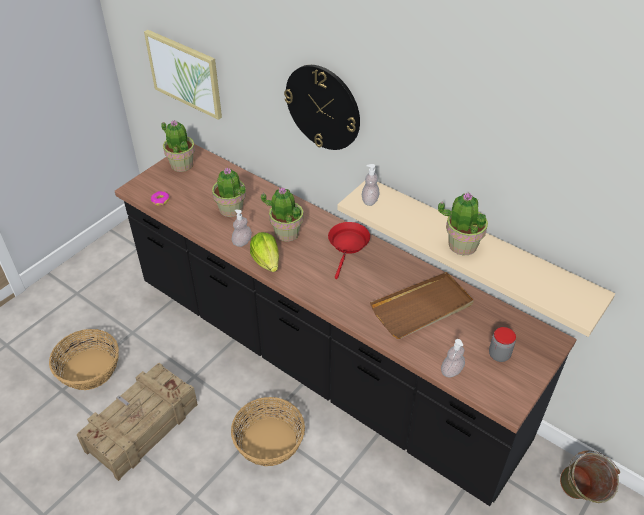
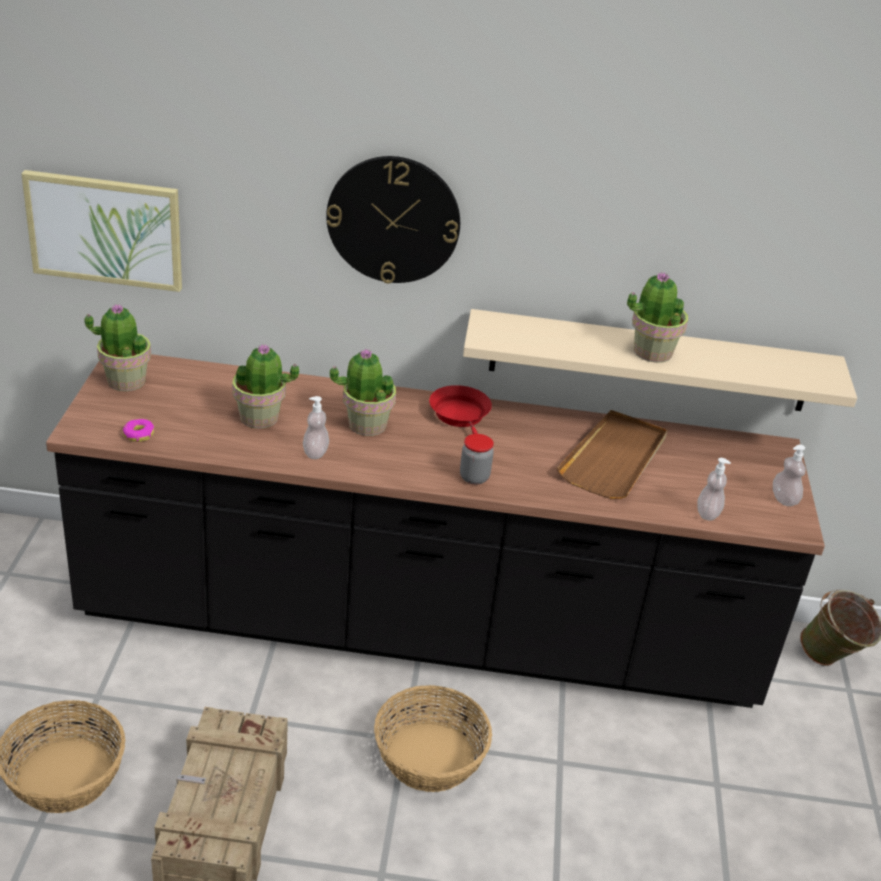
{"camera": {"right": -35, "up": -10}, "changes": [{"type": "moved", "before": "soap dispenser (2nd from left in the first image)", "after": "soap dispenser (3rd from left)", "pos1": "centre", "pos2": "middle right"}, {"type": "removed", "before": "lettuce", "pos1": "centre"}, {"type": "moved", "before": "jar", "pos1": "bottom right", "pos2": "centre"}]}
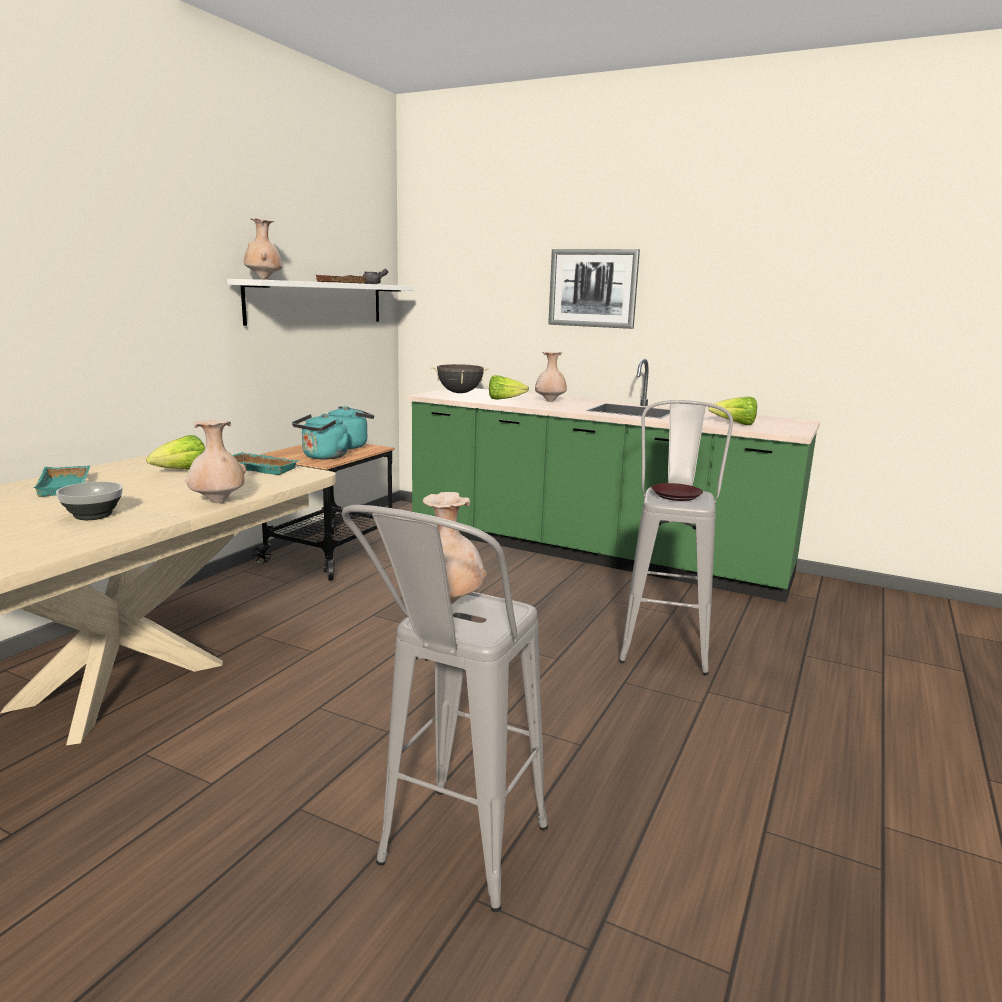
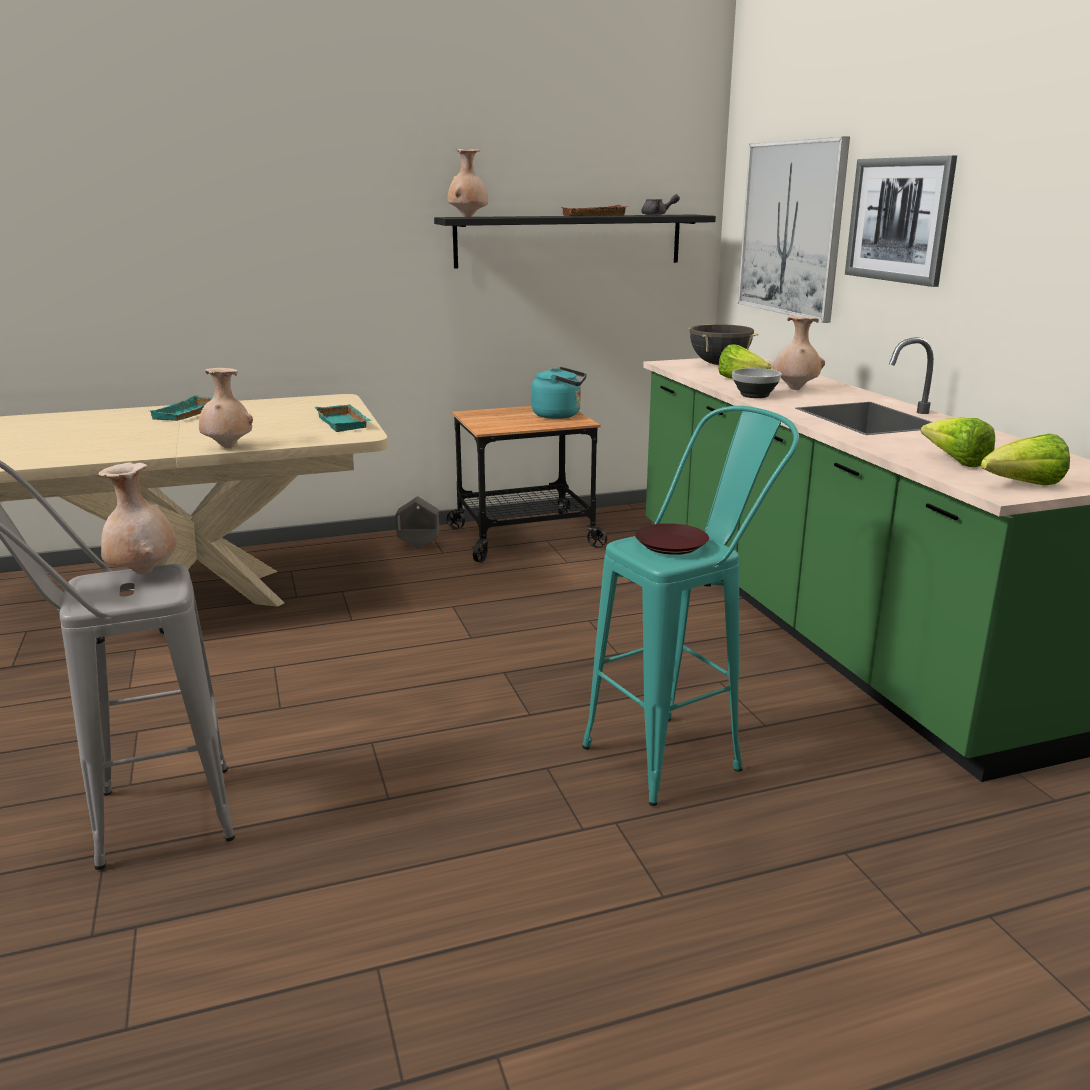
{"camera": {"right": 45, "up": 5}, "changes": [{"type": "recoloured", "before": "shelf (white)", "after": "shelf (black)", "pos1": "top left", "pos2": "top centre"}, {"type": "recoloured", "before": "stool (grey) (2nd from left)", "after": "stool (turquoise)", "pos1": "middle right", "pos2": "centre"}, {"type": "removed", "before": "kettle (turquoise) (1st from left)", "pos1": "middle left"}, {"type": "moved", "before": "lettuce (1st from left in the first image)", "after": "lettuce (3rd from left)", "pos1": "middle left", "pos2": "middle right"}, {"type": "moved", "before": "bowl", "pos1": "middle left", "pos2": "middle right"}, {"type": "added", "after": "picture (1st from left)", "pos2": "top right"}, {"type": "added", "after": "planter (grey)", "pos2": "centre"}]}
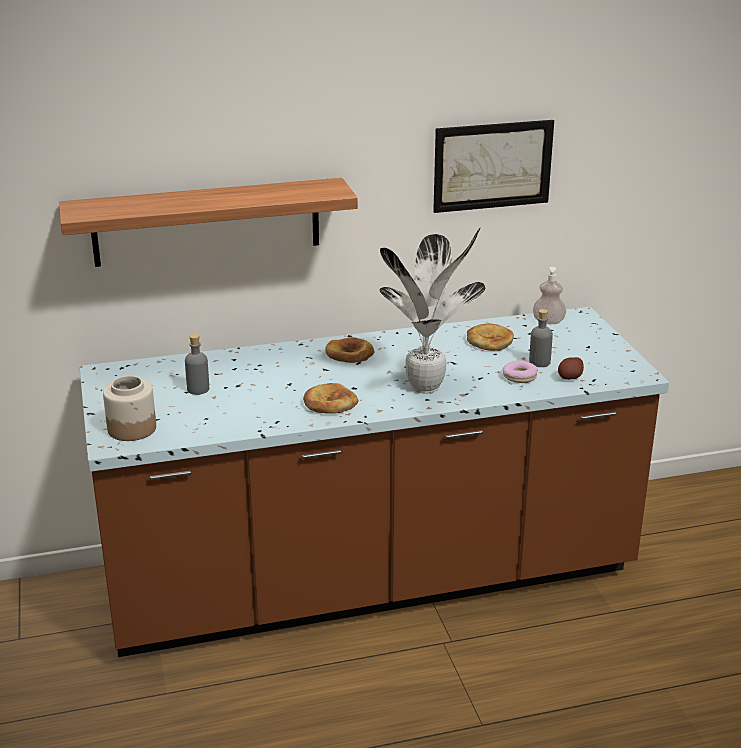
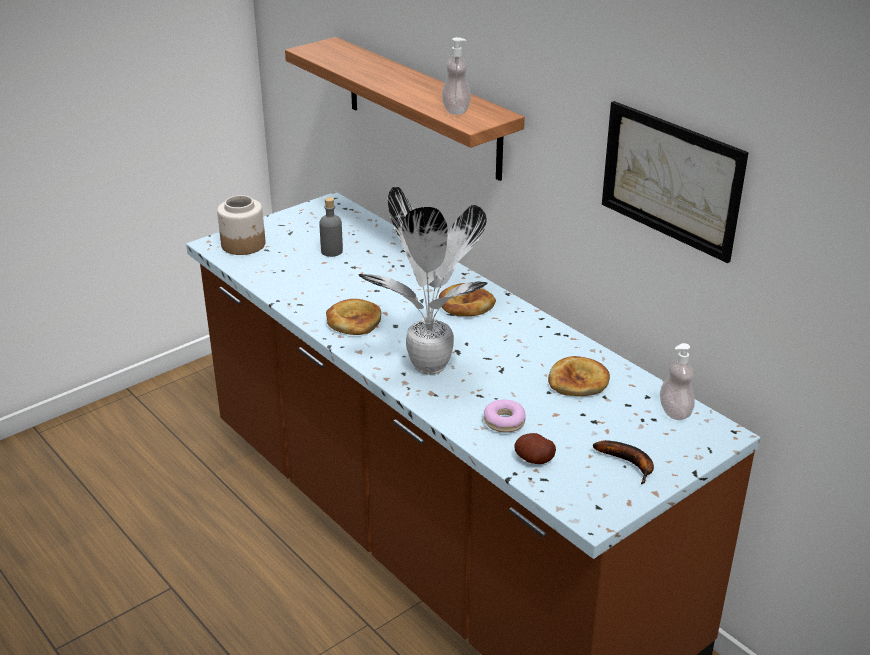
{"camera": {"right": 65, "up": 5}, "changes": [{"type": "removed", "before": "bottle (grey) (2nd from left)", "pos1": "middle right"}, {"type": "added", "after": "soap dispenser (1st from left)", "pos2": "top centre"}, {"type": "added", "after": "banana", "pos2": "bottom right"}]}
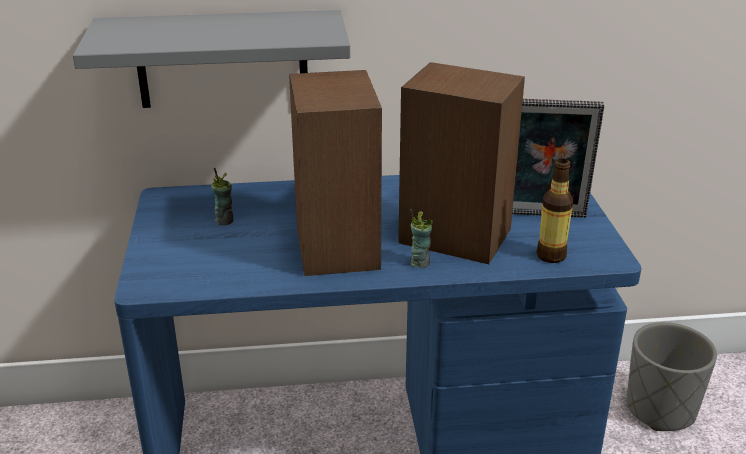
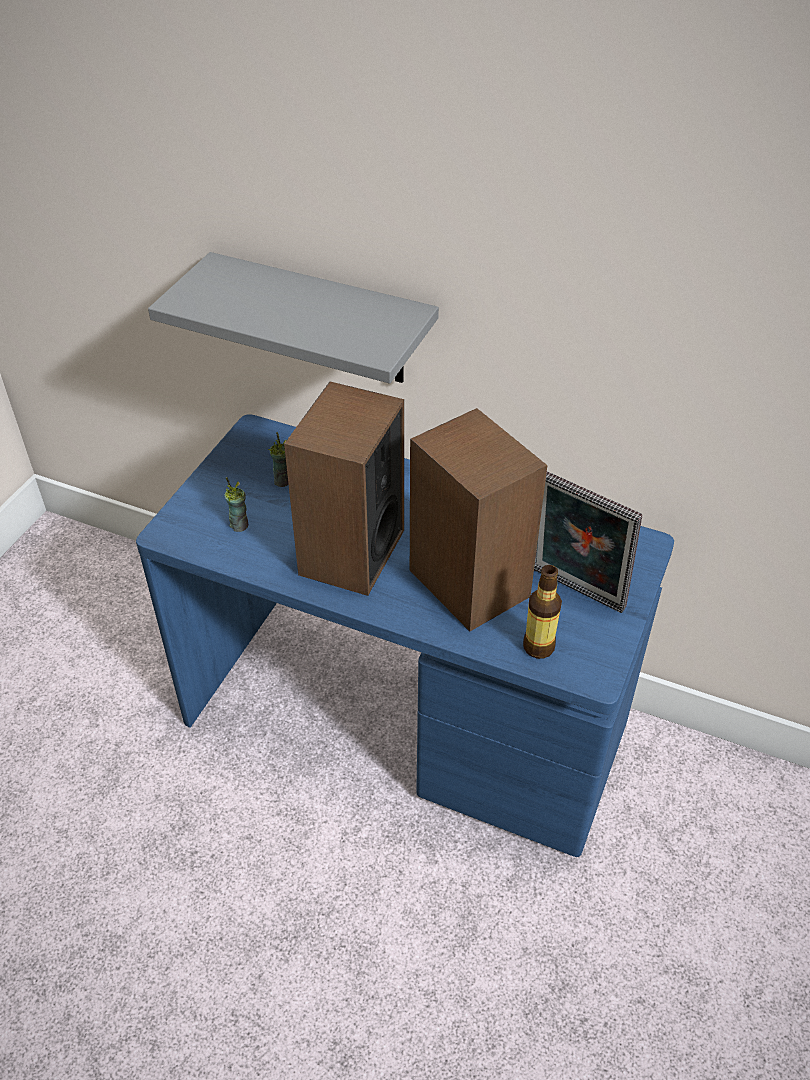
{"camera": {"right": 30, "up": 15}, "changes": [{"type": "moved", "before": "cup (2nd from left in the first image)", "after": "cup (1st from left)", "pos1": "centre", "pos2": "middle left"}, {"type": "removed", "before": "planter (grey)", "pos1": "bottom right"}]}
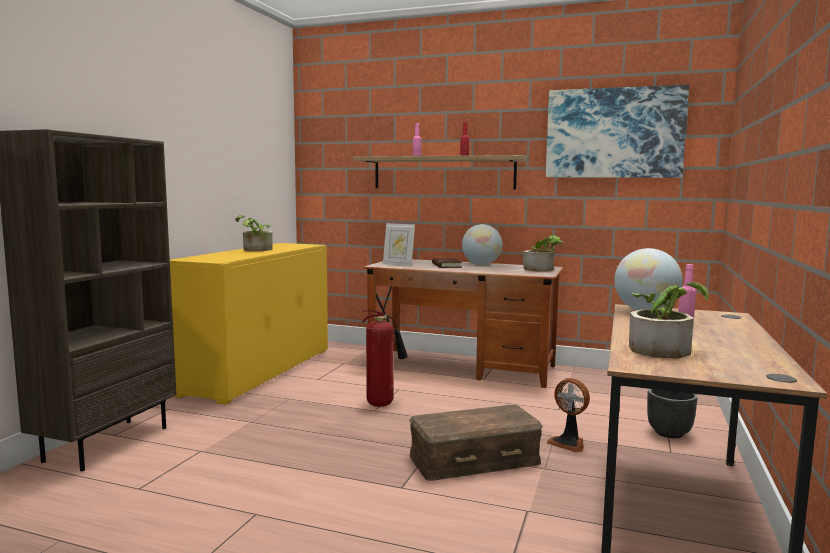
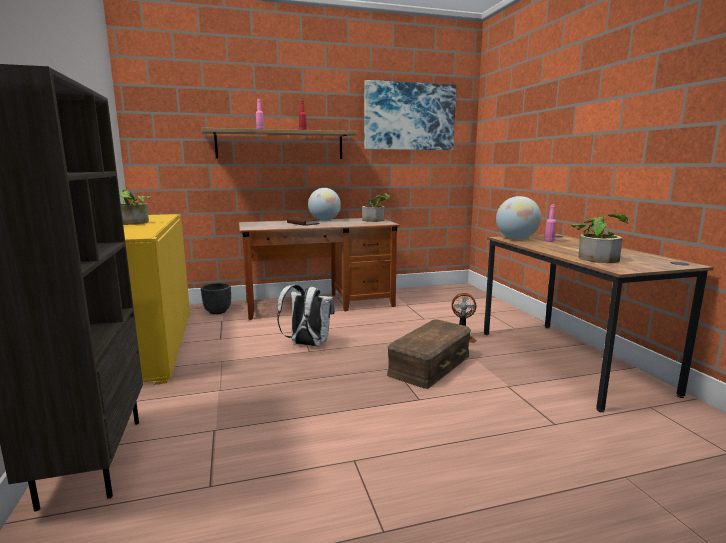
{"camera": {"right": -35, "up": 5}, "changes": [{"type": "removed", "before": "picture frame", "pos1": "centre"}, {"type": "replaced", "before": "fire extinguisher", "after": "backpack (white)", "pos1": "centre", "pos2": "centre"}, {"type": "moved", "before": "planter (black)", "pos1": "bottom right", "pos2": "middle left"}]}
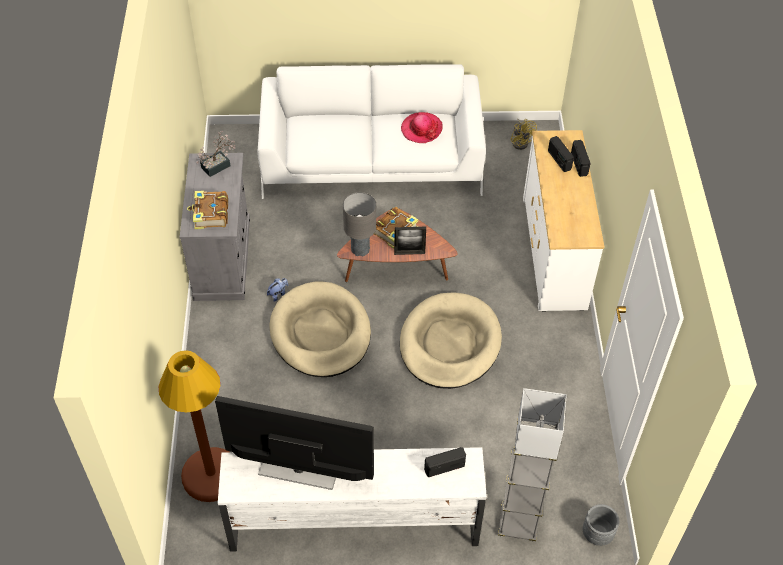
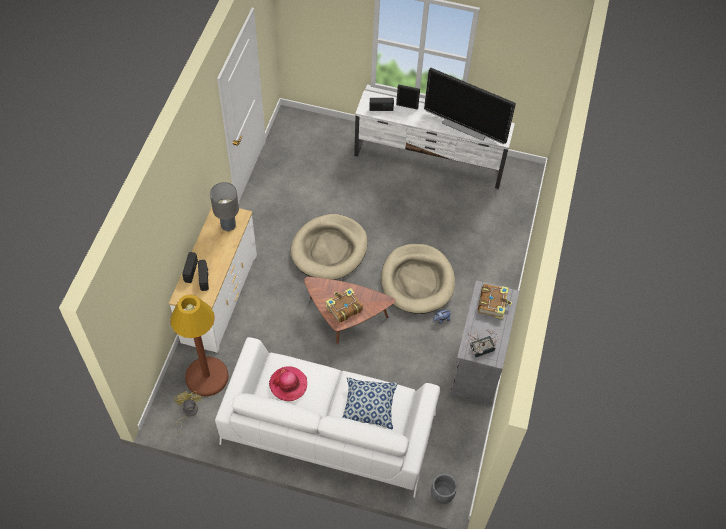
{"camera": {"right": -165, "up": 5}, "changes": [{"type": "moved", "before": "table lamp (grey)", "pos1": "centre", "pos2": "middle left"}, {"type": "moved", "before": "picture frame", "pos1": "centre", "pos2": "top centre"}, {"type": "moved", "before": "floor lamp (brown)", "pos1": "bottom left", "pos2": "middle left"}, {"type": "removed", "before": "floor lamp (grey)", "pos1": "bottom right"}, {"type": "moved", "before": "planter (grey)", "pos1": "bottom right", "pos2": "bottom centre"}, {"type": "added", "after": "pillow", "pos2": "bottom centre"}]}
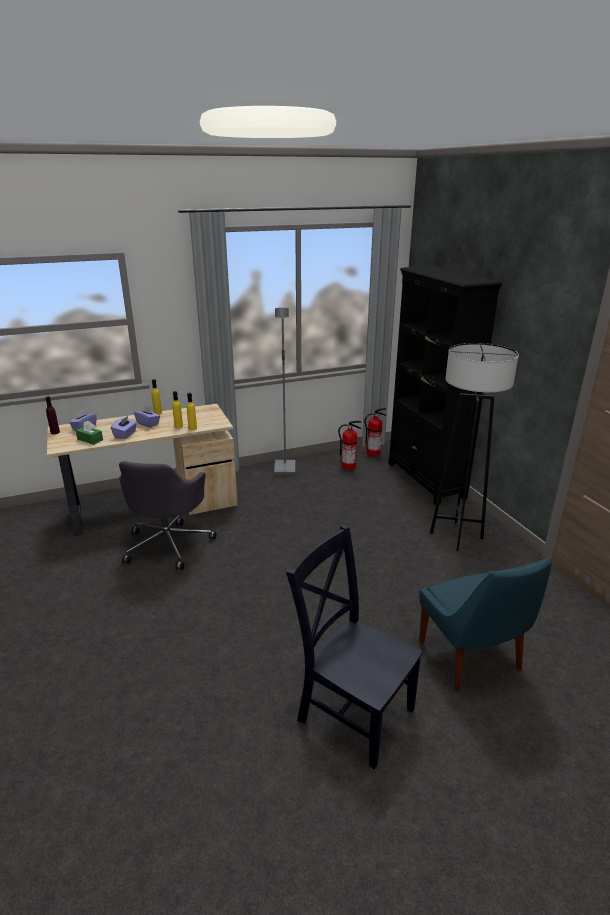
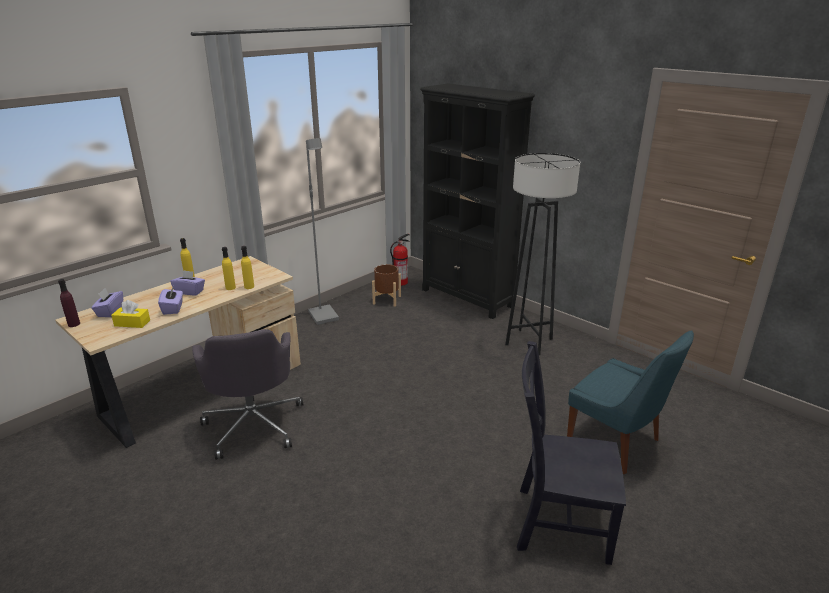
{"camera": {"right": -25, "up": 0}, "changes": [{"type": "recoloured", "before": "tissue box (green)", "after": "tissue box (yellow)", "pos1": "middle left", "pos2": "middle left"}, {"type": "replaced", "before": "fire extinguisher (1st from left)", "after": "planter (brown)", "pos1": "centre", "pos2": "centre"}]}
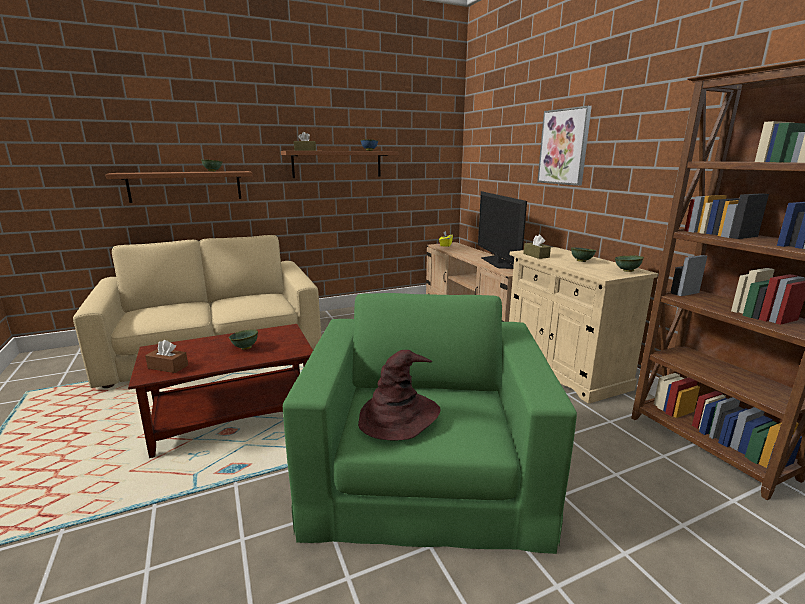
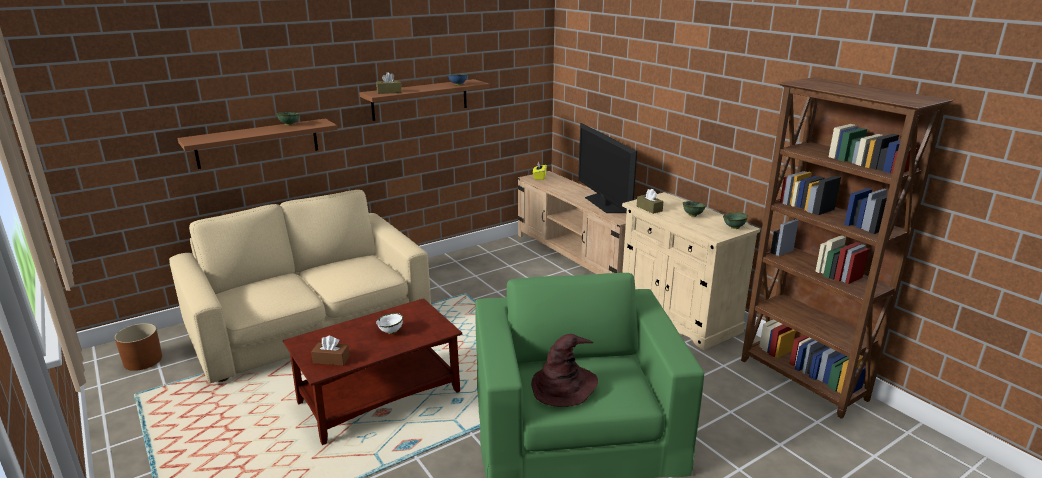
{"camera": {"right": -10, "up": 5}, "changes": [{"type": "removed", "before": "picture", "pos1": "top right"}, {"type": "recoloured", "before": "bowl (green) (2nd from left)", "after": "bowl (white)", "pos1": "middle left", "pos2": "bottom centre"}, {"type": "added", "after": "planter (brown)", "pos2": "bottom left"}]}
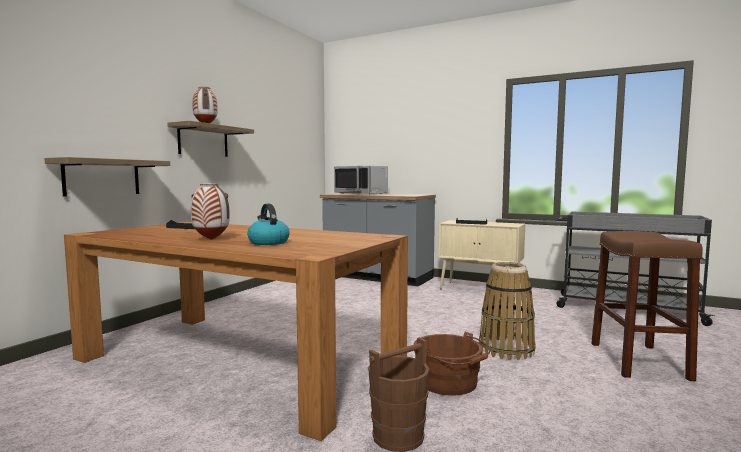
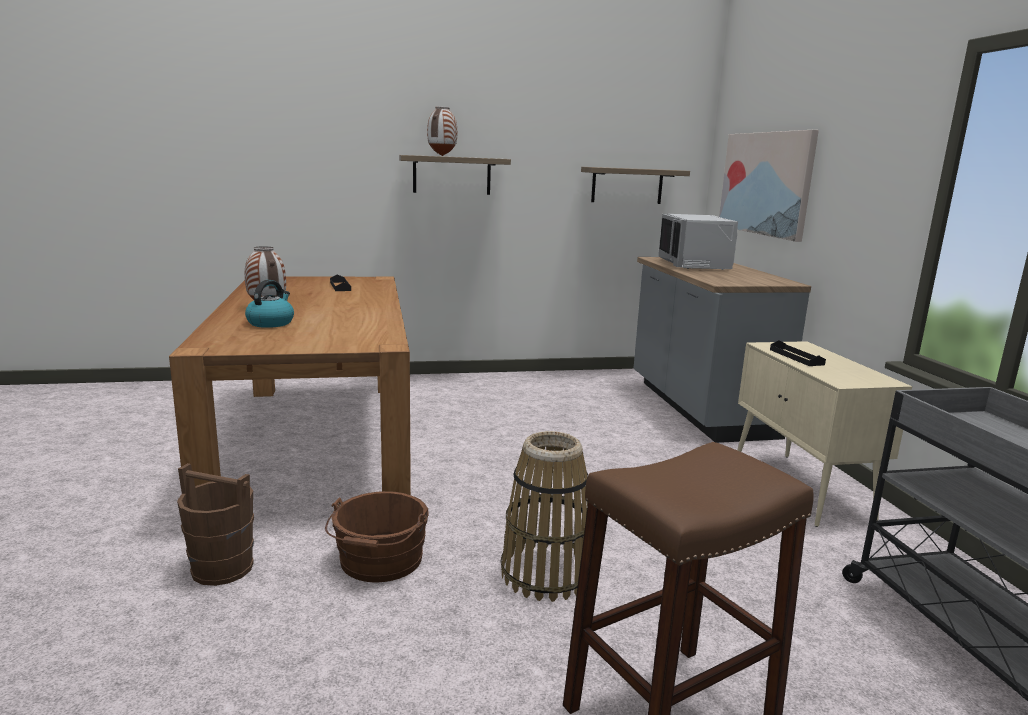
{"camera": {"right": 50, "up": 10}, "changes": [{"type": "moved", "before": "shelf (1st from left in the first image)", "after": "shelf (2nd from left)", "pos1": "middle left", "pos2": "top centre"}, {"type": "added", "after": "picture", "pos2": "top right"}]}
